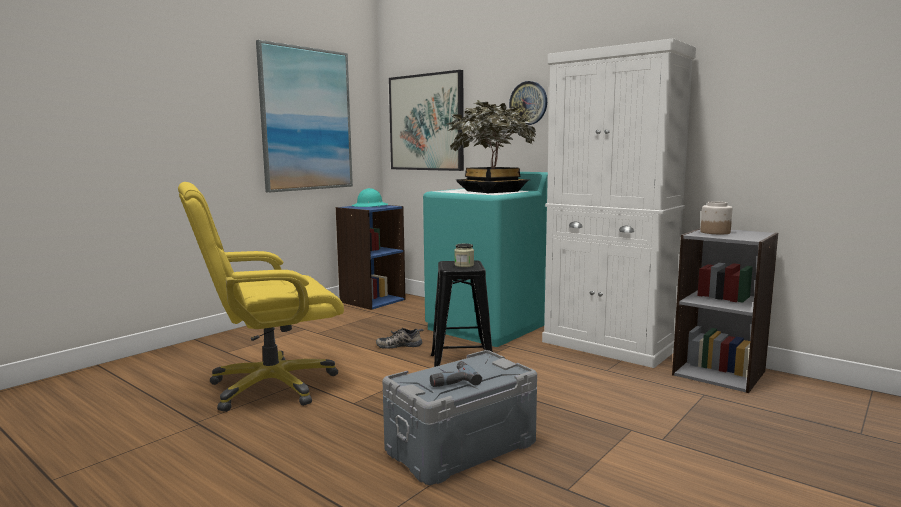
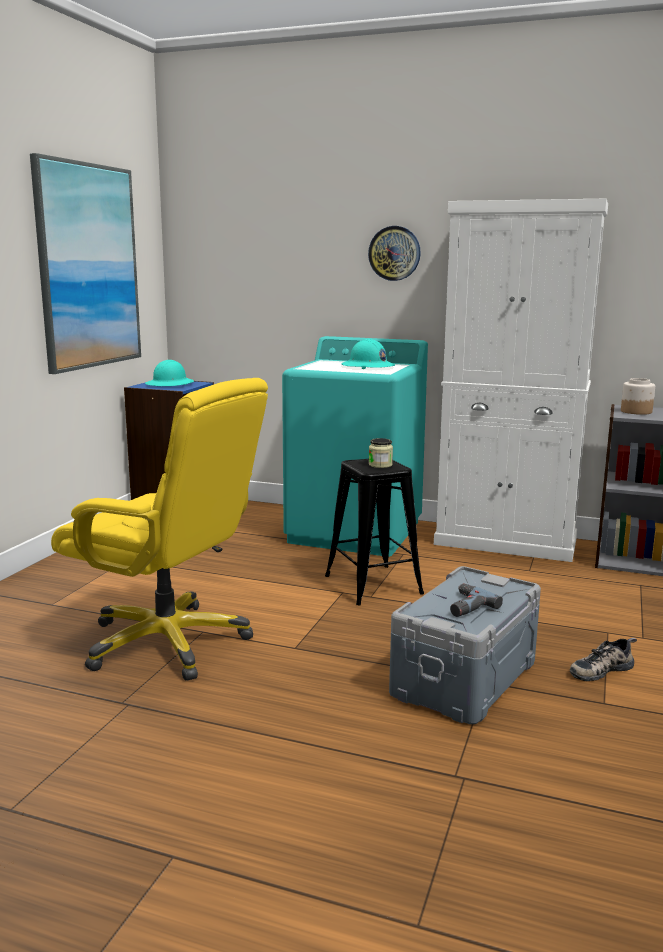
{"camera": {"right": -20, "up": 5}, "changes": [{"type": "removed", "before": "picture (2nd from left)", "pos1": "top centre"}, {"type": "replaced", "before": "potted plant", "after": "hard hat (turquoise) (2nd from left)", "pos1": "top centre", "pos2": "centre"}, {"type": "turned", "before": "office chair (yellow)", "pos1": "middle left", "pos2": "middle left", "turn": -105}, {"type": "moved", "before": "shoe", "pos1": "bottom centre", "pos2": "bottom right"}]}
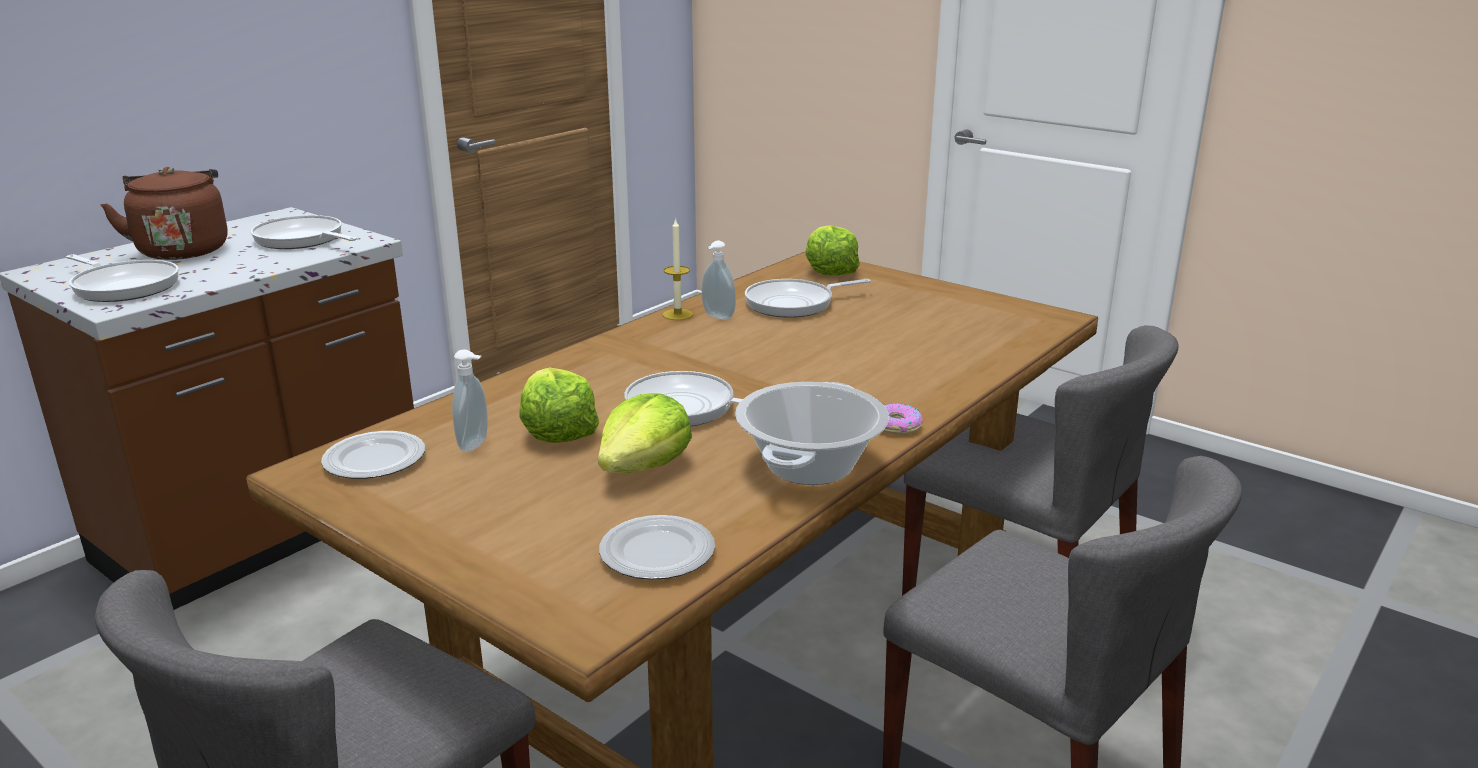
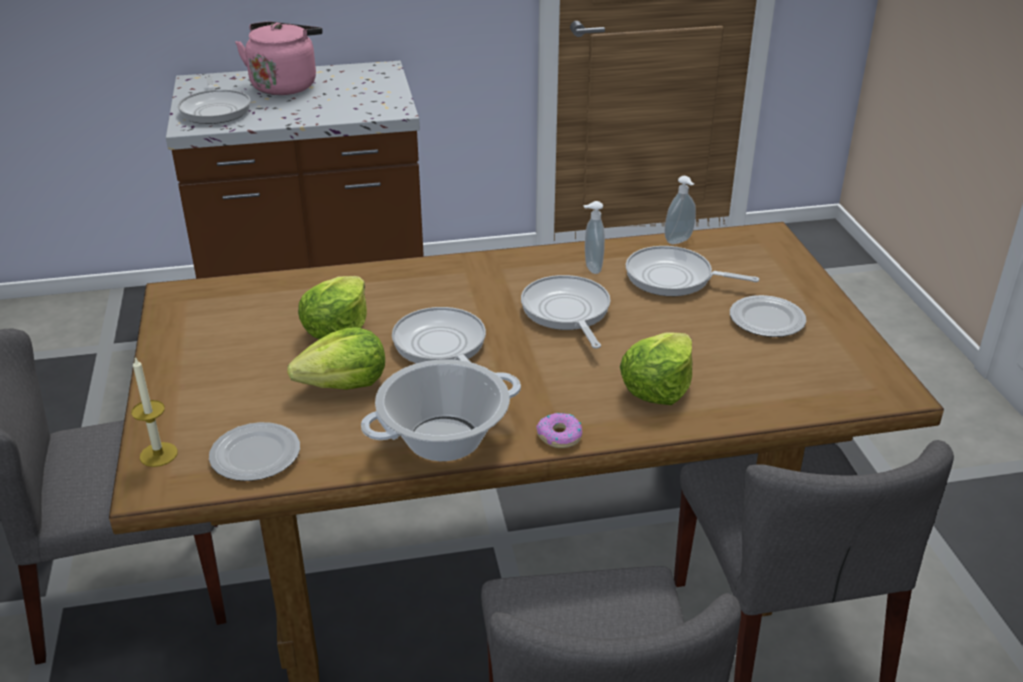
{"camera": {"right": 40, "up": 10}, "changes": [{"type": "recoloured", "before": "kettle (brown)", "after": "kettle (pink)", "pos1": "top left", "pos2": "top left"}, {"type": "moved", "before": "frying pan (2nd from left in the first image)", "after": "frying pan (3rd from left)", "pos1": "top left", "pos2": "centre"}, {"type": "moved", "before": "candle", "pos1": "centre", "pos2": "middle left"}, {"type": "moved", "before": "lettuce (3rd from left)", "pos1": "top centre", "pos2": "centre"}, {"type": "moved", "before": "soap dispenser (1st from left in the first image)", "after": "soap dispenser (2nd from left)", "pos1": "middle left", "pos2": "top centre"}, {"type": "moved", "before": "plate (1st from left in the first image)", "after": "plate (2nd from left)", "pos1": "middle left", "pos2": "middle right"}]}
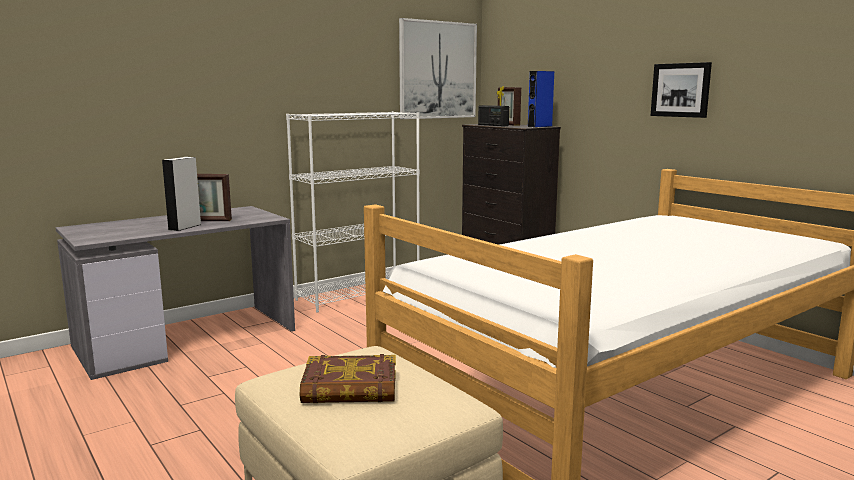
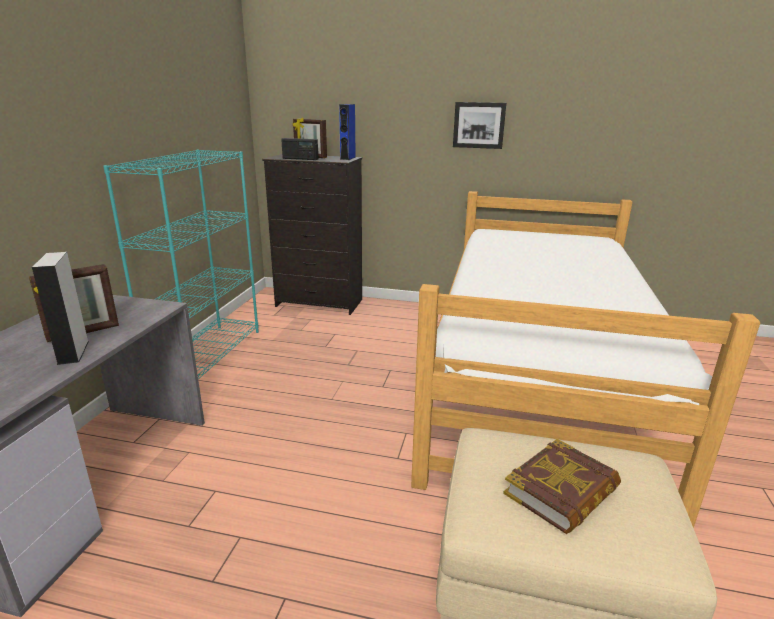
{"camera": {"right": -40, "up": 10}, "changes": [{"type": "removed", "before": "picture (1st from left)", "pos1": "top centre"}, {"type": "recoloured", "before": "bookcase (white)", "after": "bookcase (turquoise)", "pos1": "centre", "pos2": "middle left"}]}
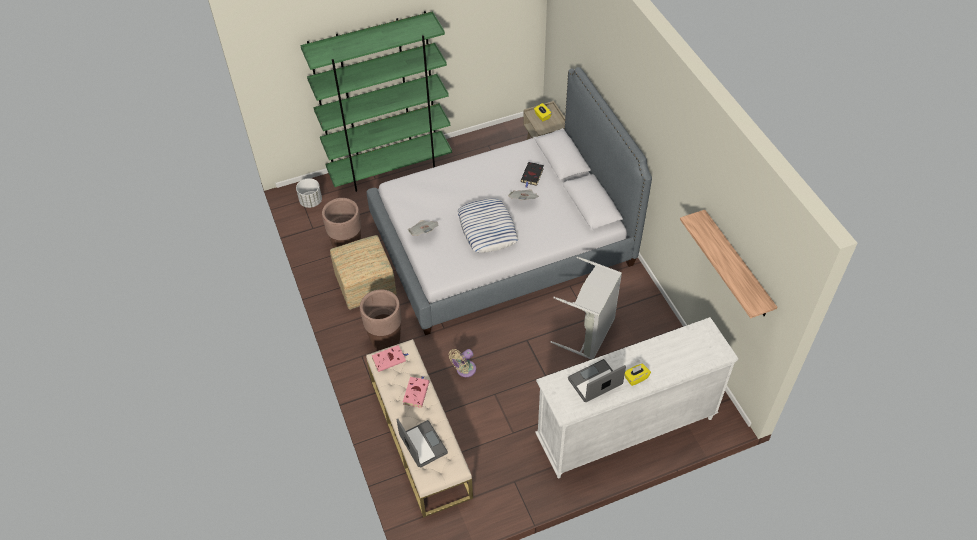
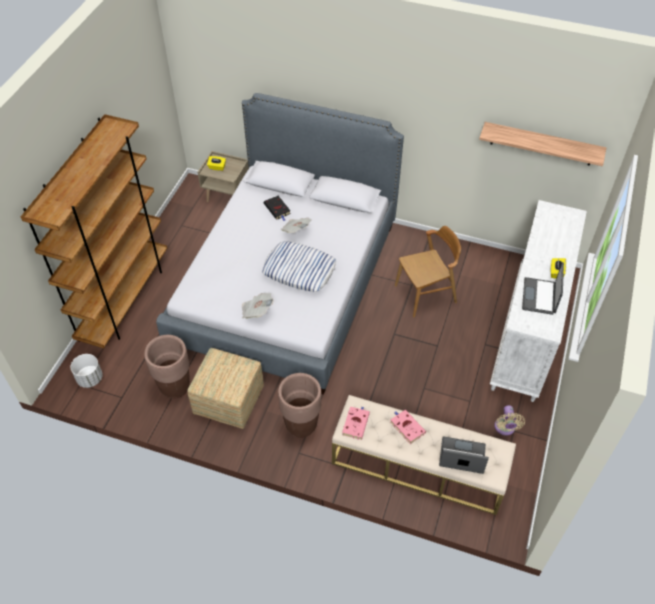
{"camera": {"right": -50, "up": 0}, "changes": [{"type": "recoloured", "before": "bookcase (green)", "after": "bookcase (brown)", "pos1": "top centre", "pos2": "middle left"}, {"type": "replaced", "before": "laundry basket (grey)", "after": "chair (brown)", "pos1": "centre", "pos2": "centre"}, {"type": "moved", "before": "fan (beige)", "pos1": "bottom centre", "pos2": "bottom right"}]}
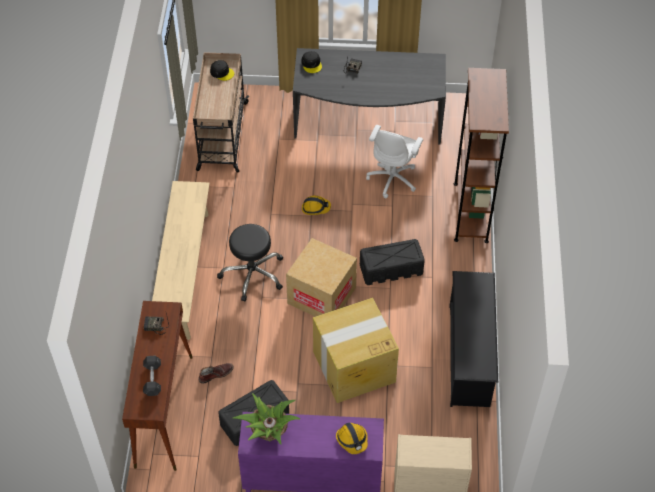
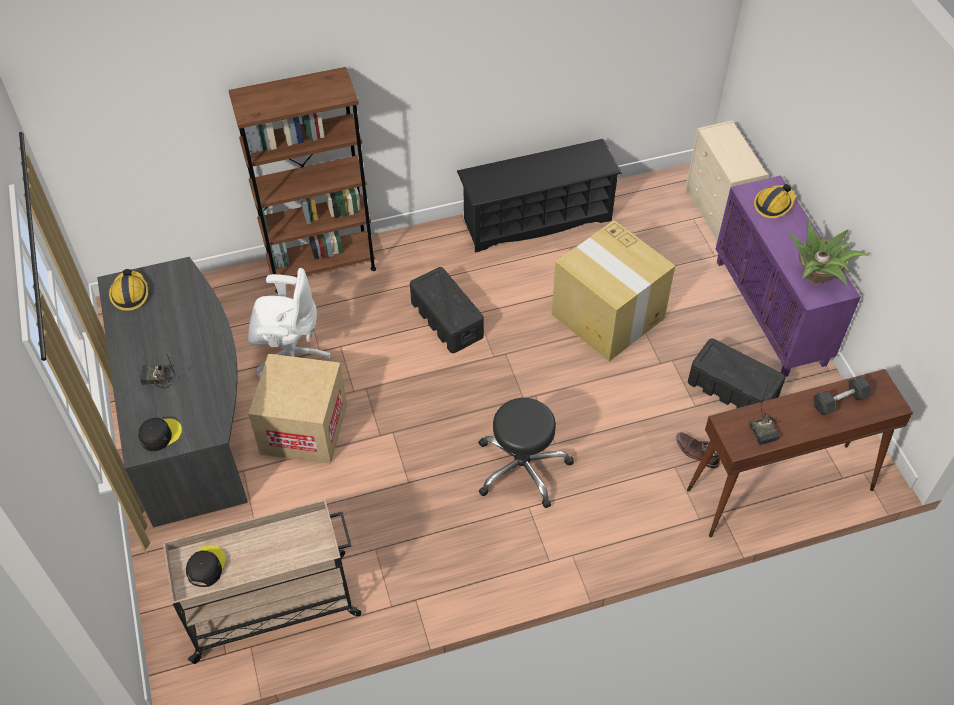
{"camera": {"right": -110, "up": 0}, "changes": [{"type": "removed", "before": "bench (beige)", "pos1": "middle left"}, {"type": "moved", "before": "hard hat (1st from left)", "pos1": "centre", "pos2": "middle left"}, {"type": "moved", "before": "cardboard box (1st from left)", "pos1": "centre", "pos2": "middle left"}]}
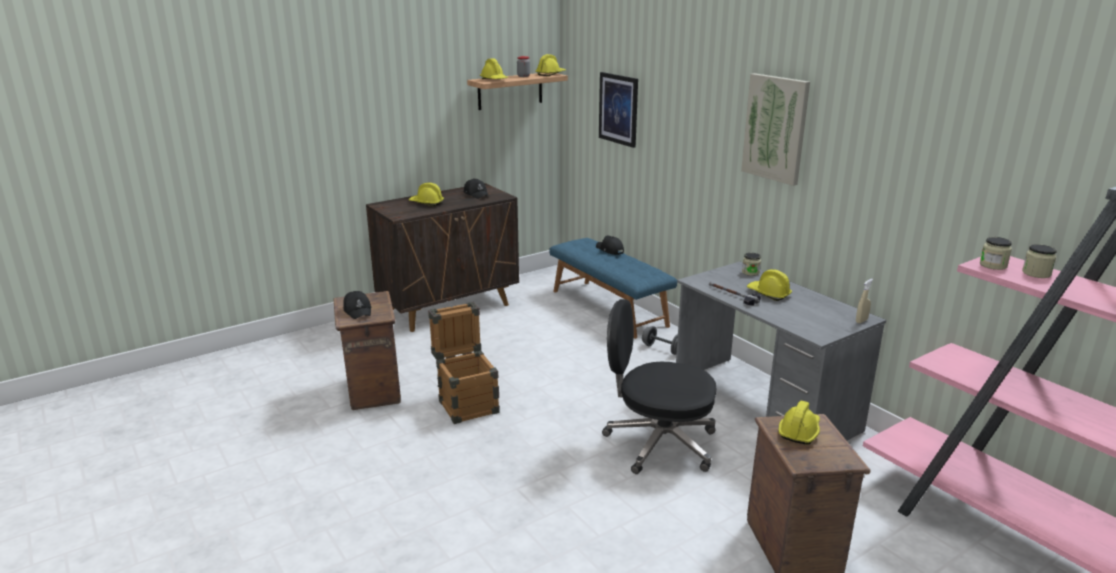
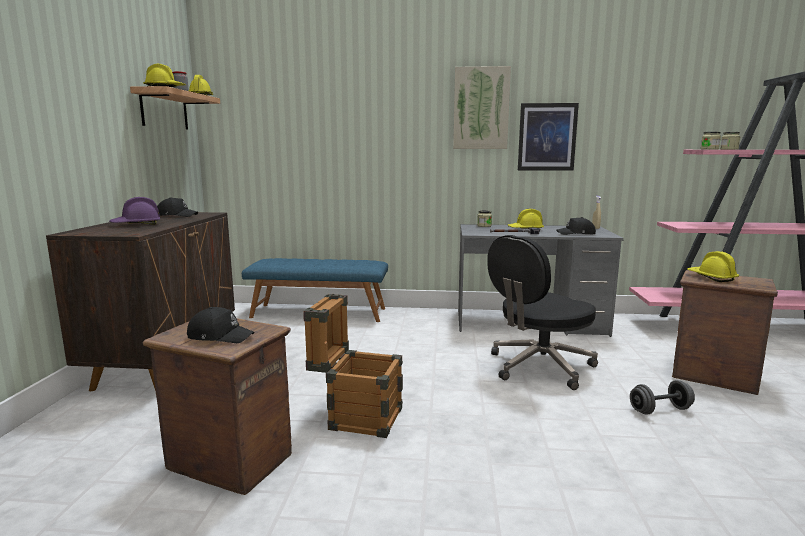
{"camera": {"right": -50, "up": -10}, "changes": [{"type": "moved", "before": "picture (1st from left in the first image)", "after": "picture (2nd from left)", "pos1": "top centre", "pos2": "top right"}, {"type": "recoloured", "before": "hard hat (yellow) (1st from left)", "after": "hard hat (purple)", "pos1": "centre", "pos2": "middle left"}, {"type": "moved", "before": "cap (black) (3rd from left)", "pos1": "centre", "pos2": "middle right"}, {"type": "moved", "before": "dumbbell (grey)", "pos1": "centre", "pos2": "bottom right"}]}
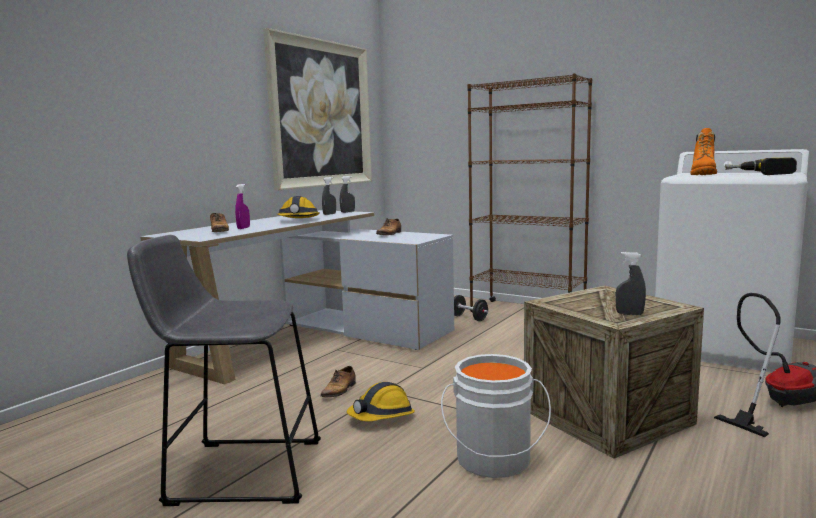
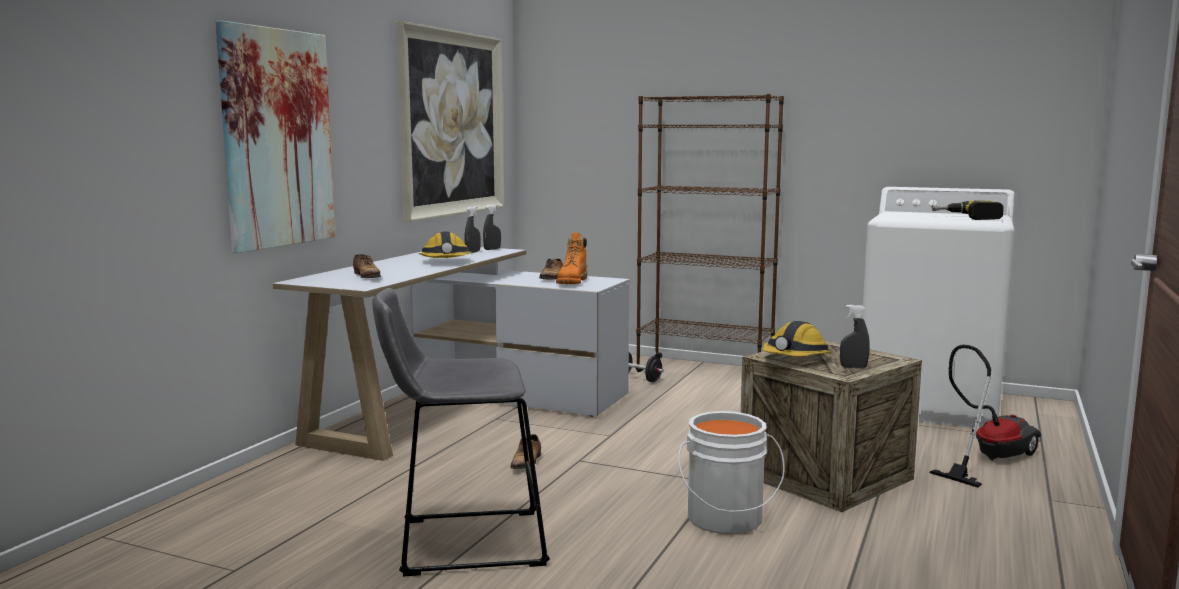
{"camera": {"right": -10, "up": 0}, "changes": [{"type": "moved", "before": "boot (orange)", "pos1": "top right", "pos2": "centre"}, {"type": "removed", "before": "spray bottle (purple)", "pos1": "middle left"}, {"type": "moved", "before": "hard hat (2nd from left)", "pos1": "bottom centre", "pos2": "middle right"}, {"type": "added", "after": "picture (1st from left)", "pos2": "top left"}]}
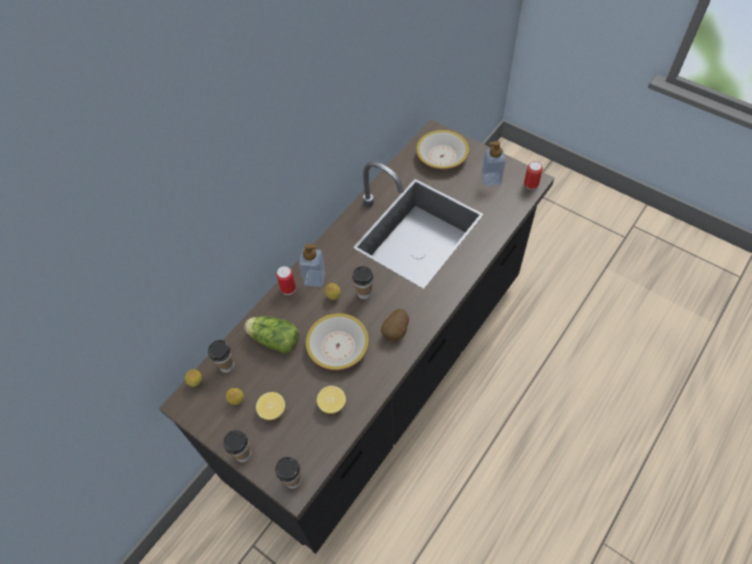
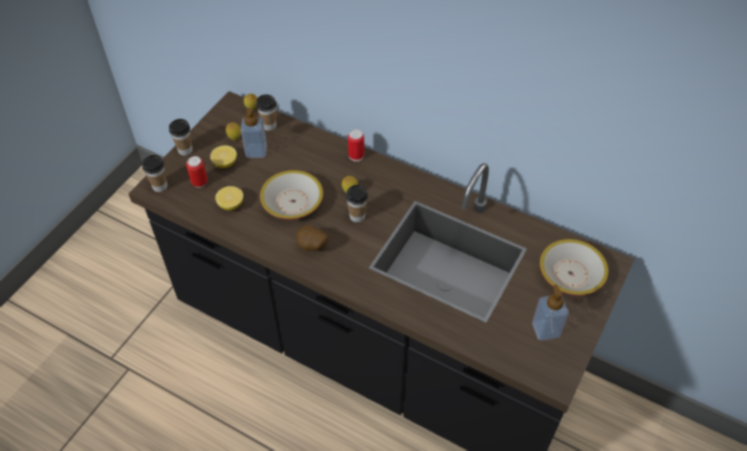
{"camera": {"right": 80, "up": -5}, "changes": [{"type": "moved", "before": "can (2nd from left in the first image)", "after": "can (1st from left)", "pos1": "top right", "pos2": "middle left"}, {"type": "moved", "before": "soap dispenser (1st from left)", "pos1": "centre", "pos2": "top centre"}, {"type": "removed", "before": "lettuce", "pos1": "centre"}]}
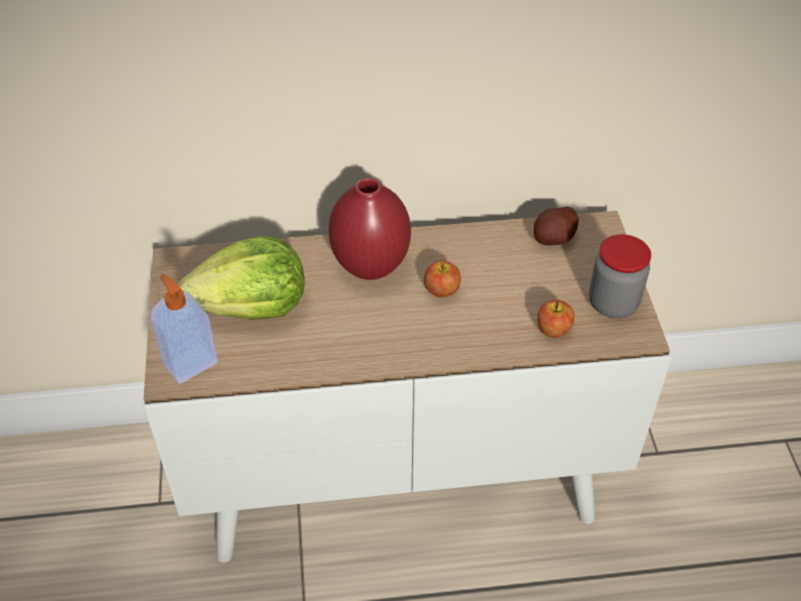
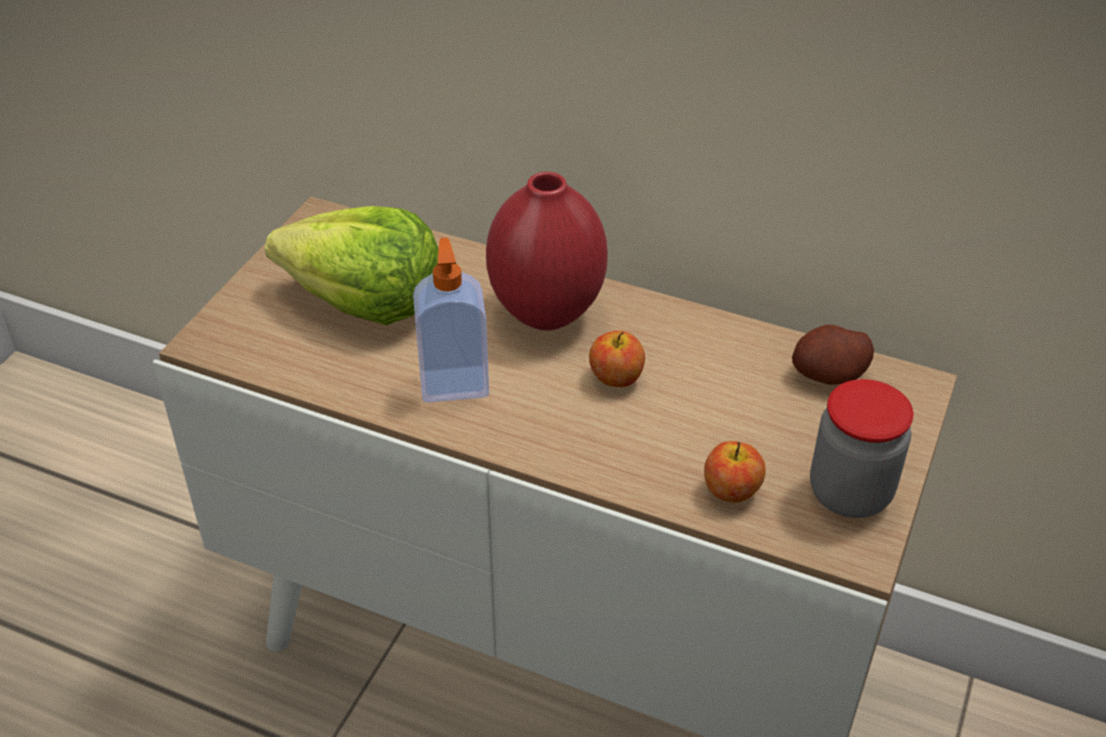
{"camera": {"right": 30, "up": -5}, "changes": [{"type": "moved", "before": "soap dispenser", "pos1": "middle left", "pos2": "centre"}]}
